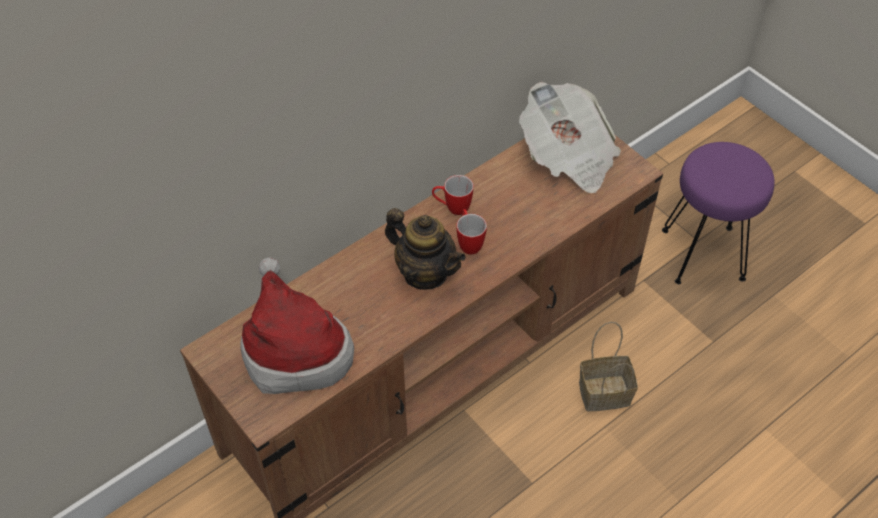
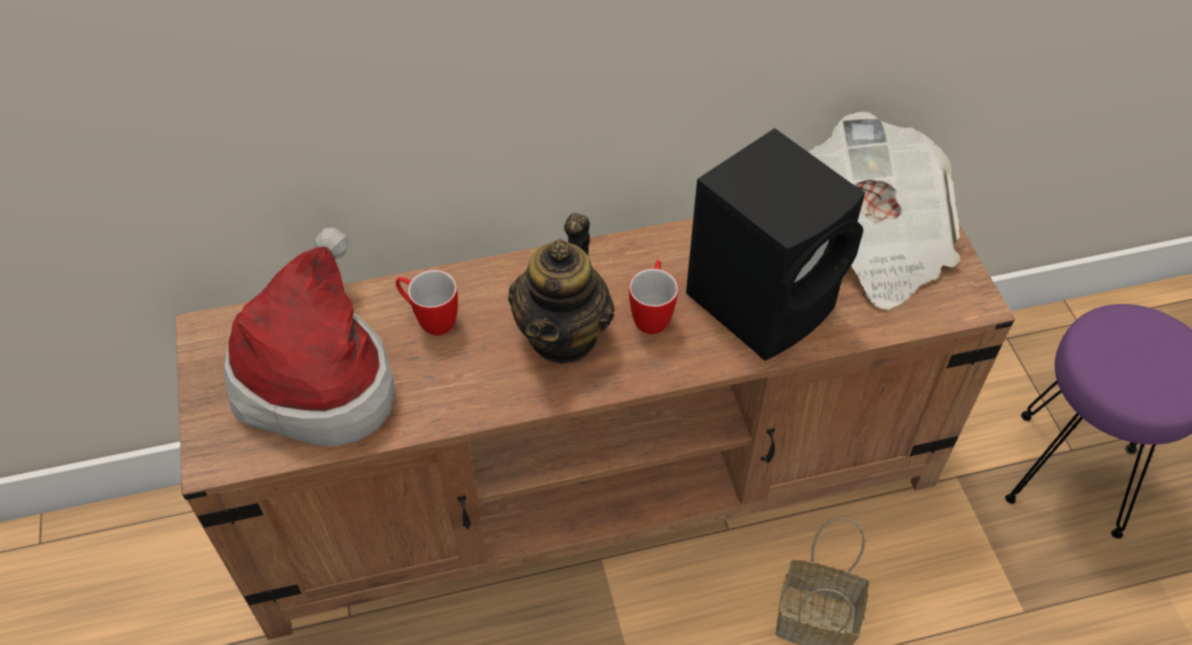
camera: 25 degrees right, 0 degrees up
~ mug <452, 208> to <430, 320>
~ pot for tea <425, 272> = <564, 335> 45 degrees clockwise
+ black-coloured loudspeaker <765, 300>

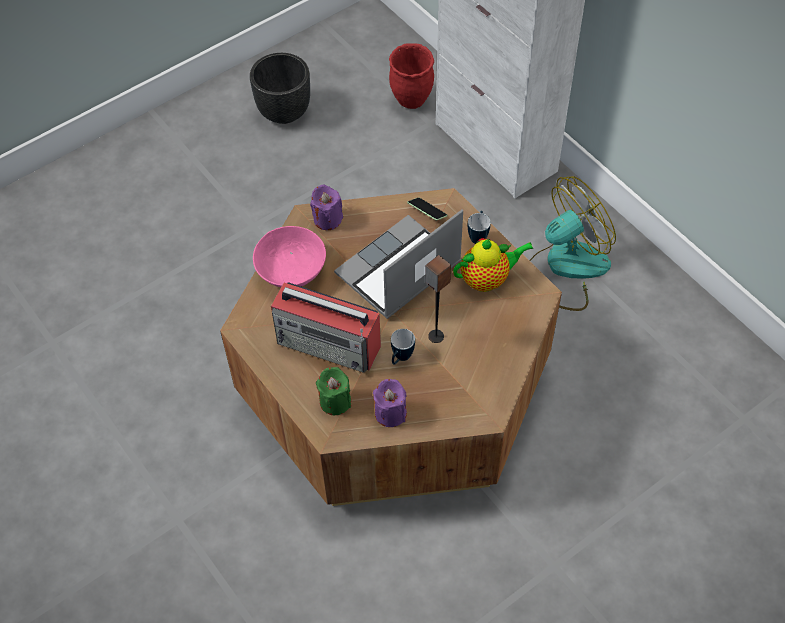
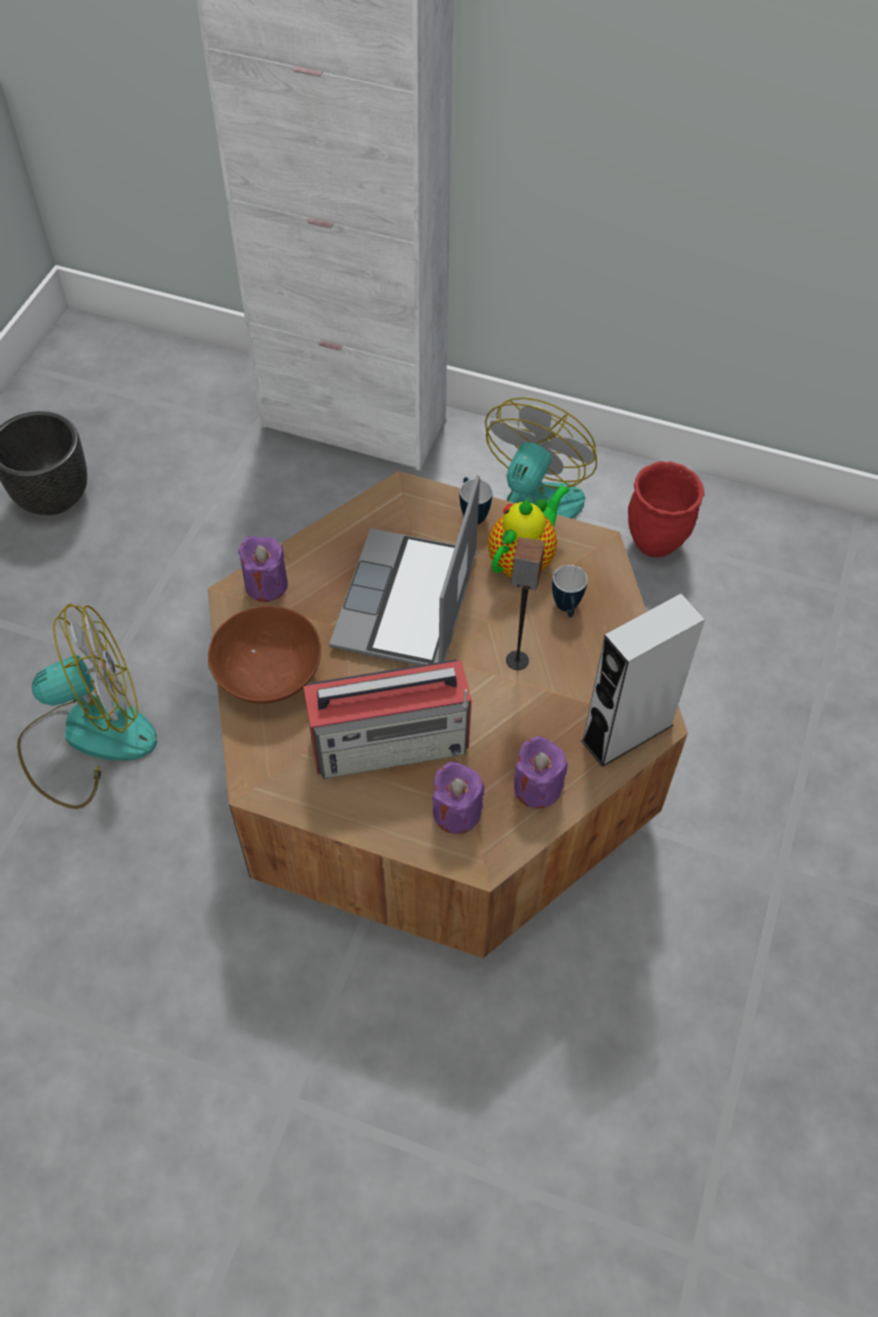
camera: 35 degrees left, 0 degrees up
+ electric fan <87, 737>
~ pinkish bowl <292, 271> to brown bowl <269, 674>
~ green-coloured candle <335, 401> to purplish candle <456, 812>
~ mug <400, 358> to <567, 609>
+ gray loudspeaker <627, 733>
~ red planter <410, 100> to <654, 544>
- telephone <427, 212>

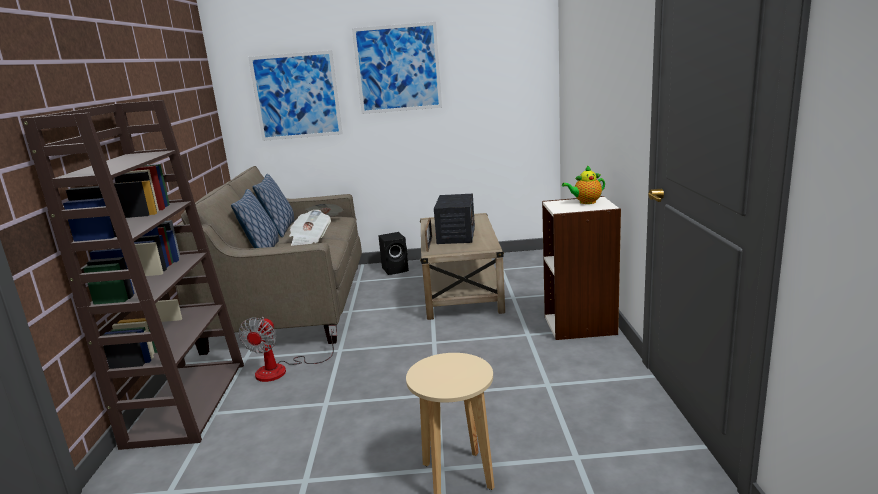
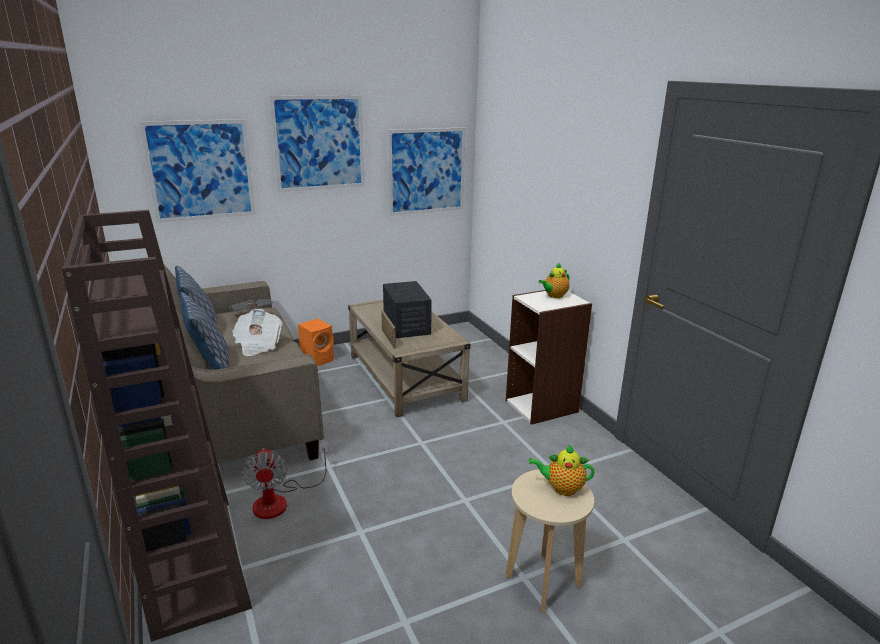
camera: 25 degrees left, 5 degrees up
~ black-coloured loudspeaker <396, 269> to orange-coloured loudspeaker <318, 359>
+ wall picture <427, 171>
+ pot for tea <561, 488>

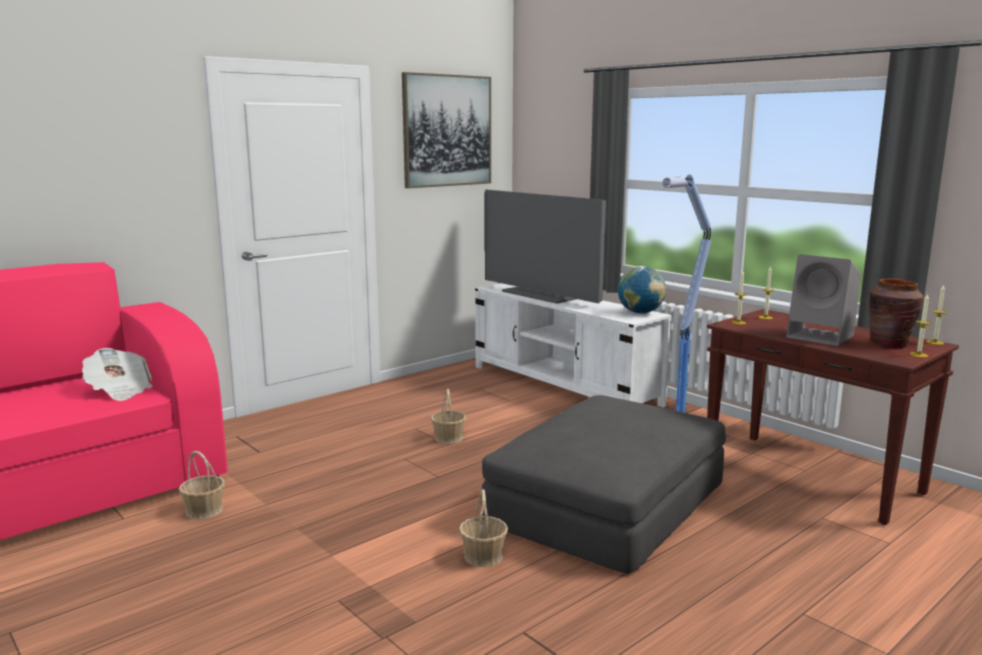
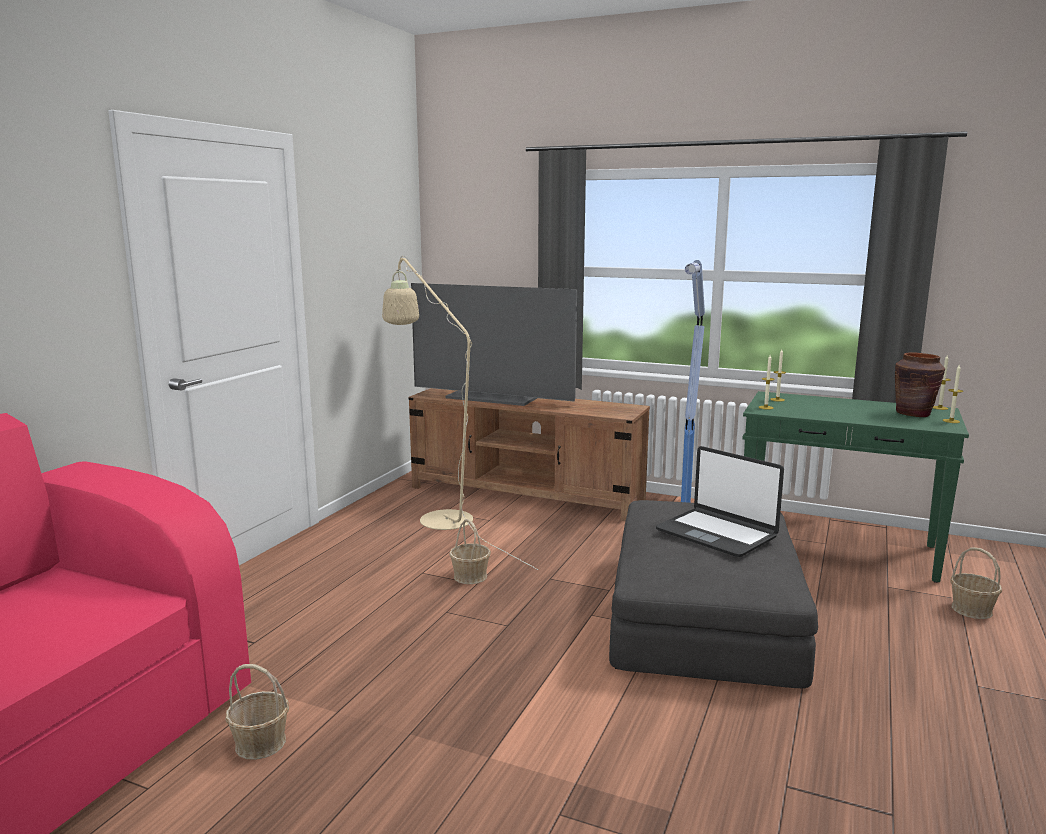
camera: 25 degrees left, 0 degrees up
+ sand-coloured standing lamp <438, 515>
~ white tv unit <564, 385> to brown tv unit <526, 494>
+ portable computer <717, 533>
~ brown narrow table <813, 477> to green-coloured narrow table <839, 549>
~ household basket <483, 556> to <971, 609>
- newspaper <119, 391>
- wall picture <447, 131>
- desk globe <640, 313>
- gray loudspeaker <822, 337>

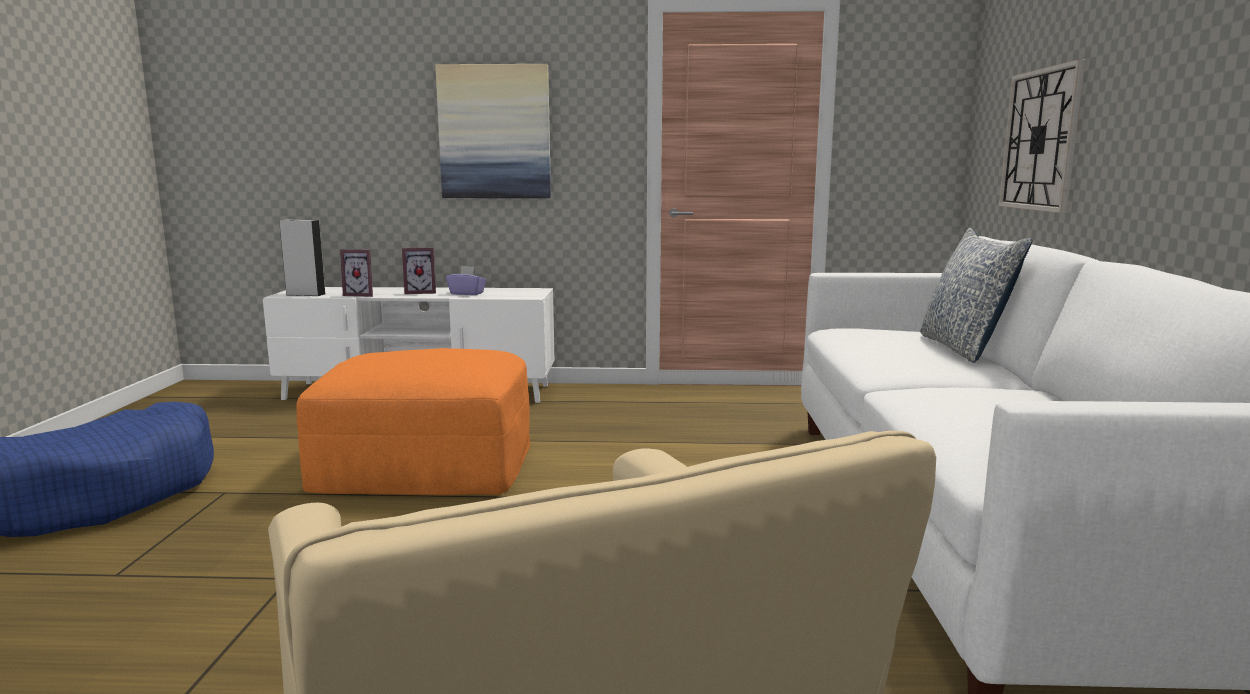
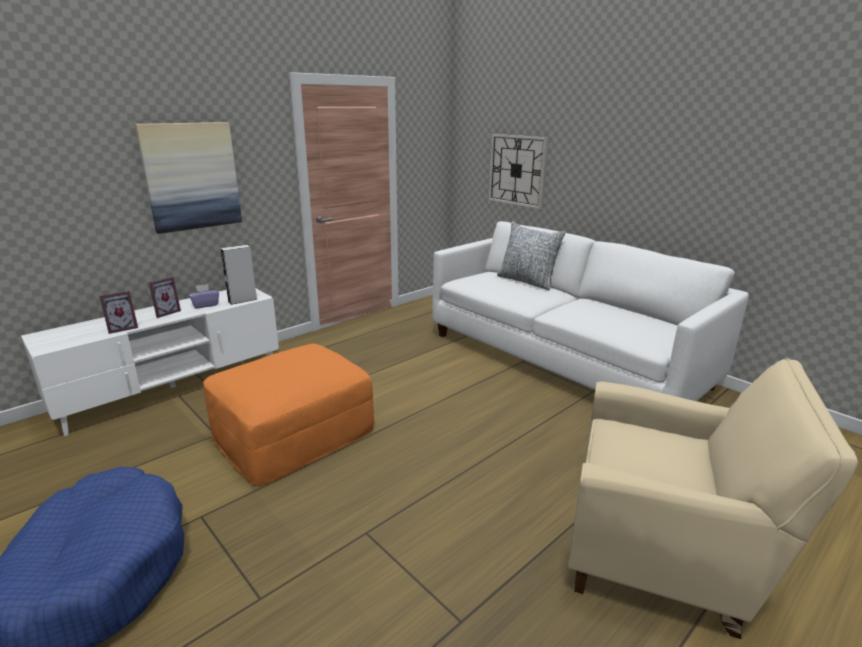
camera: 45 degrees left, 10 degrees up
~ gray loudspeaker <305, 294> to <242, 300>

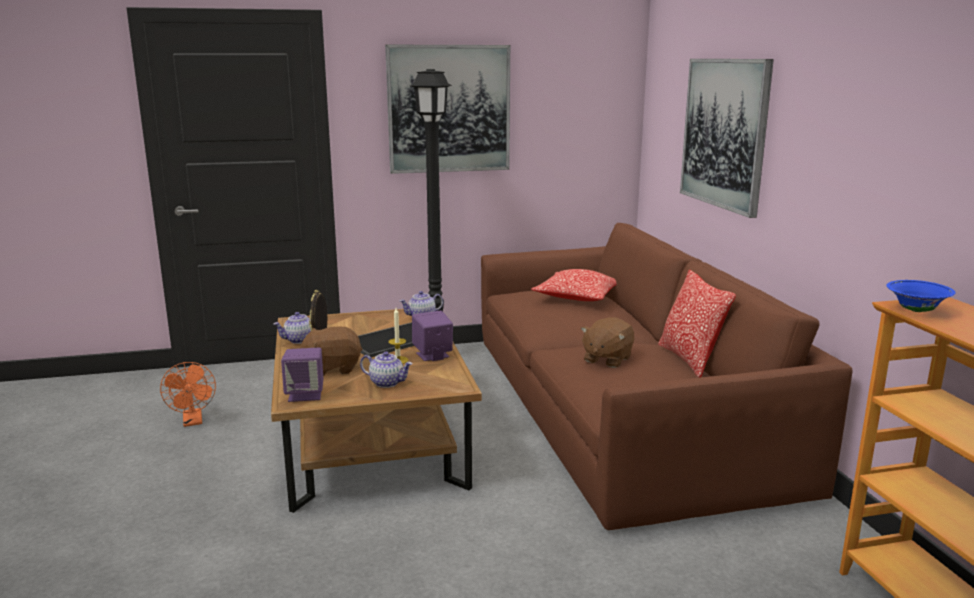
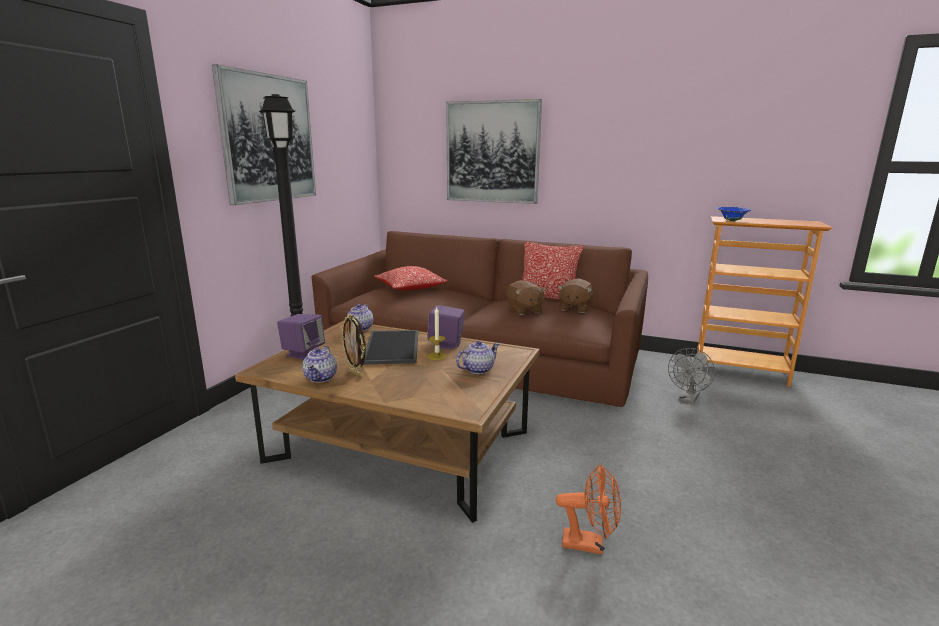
camera: 55 degrees left, 0 degrees up
~ purplish loudspeaker <305, 395> to <303, 353>
~ orange-coloured electric fan <193, 421> to <589, 544>
~ brown plush toy <332, 368> to <574, 308>
+ gray electric fan <688, 399>

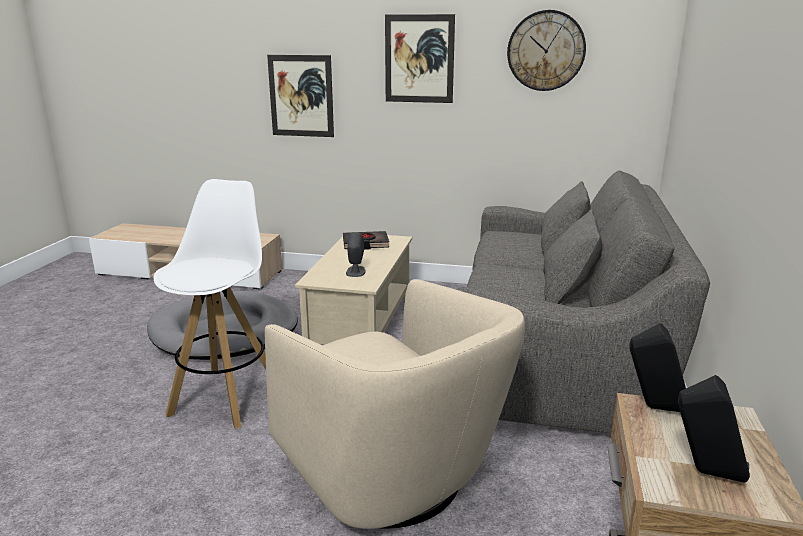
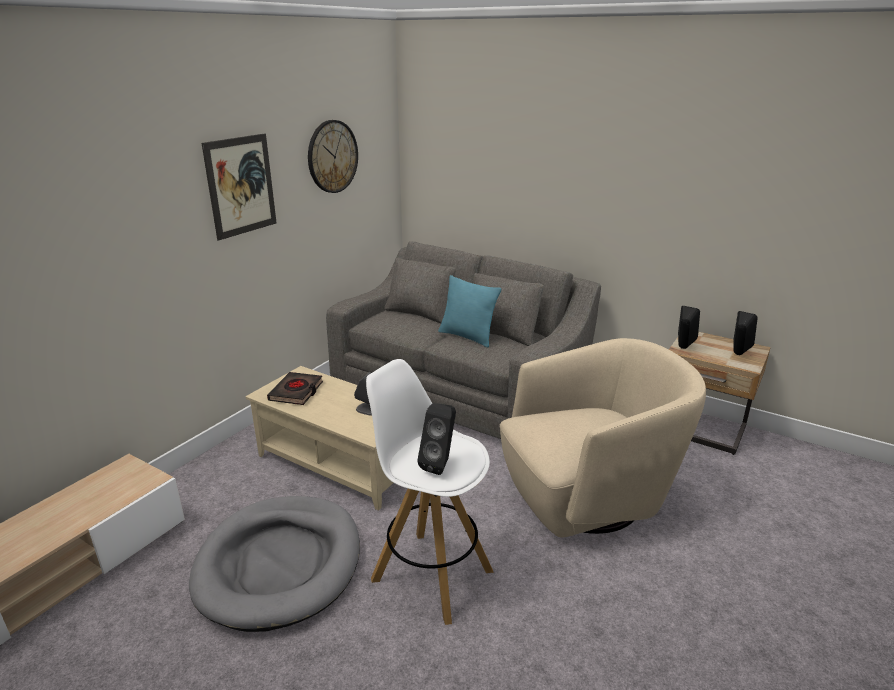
camera: 70 degrees left, 5 degrees up
+ black-coloured loudspeaker <440, 464>
+ turquoise throw pillow <467, 336>
- wall picture <301, 96>

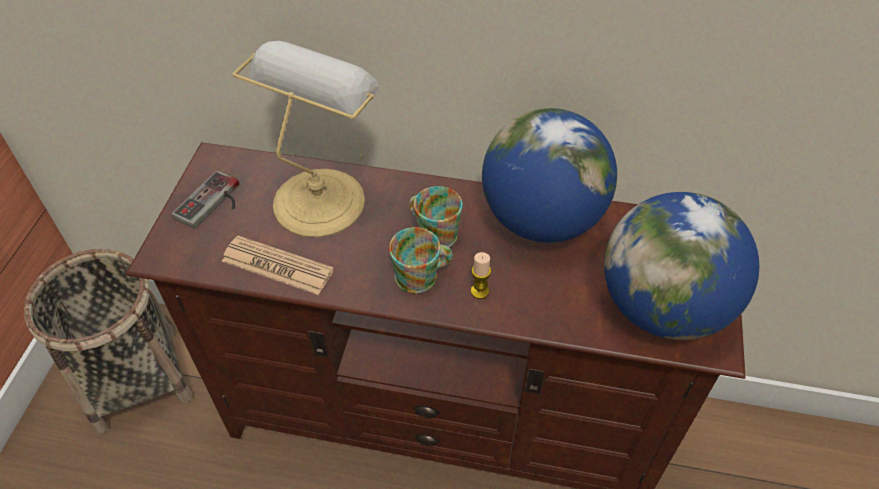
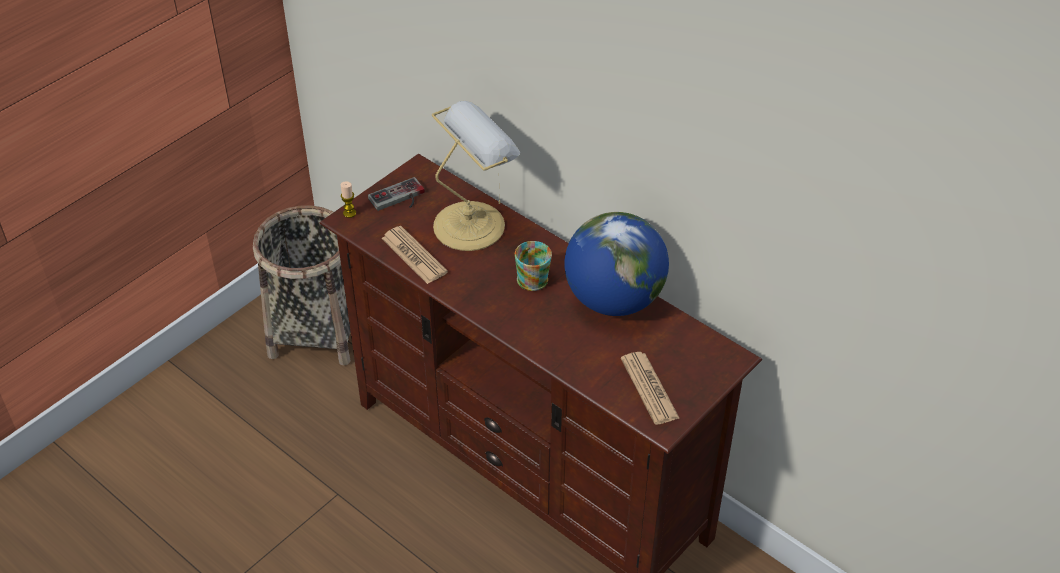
camera: 30 degrees right, 5 degrees down
~ candle <479, 291> to <349, 213>
~ desk globe <662, 307> to newspaper <649, 388>
- mug <422, 276>

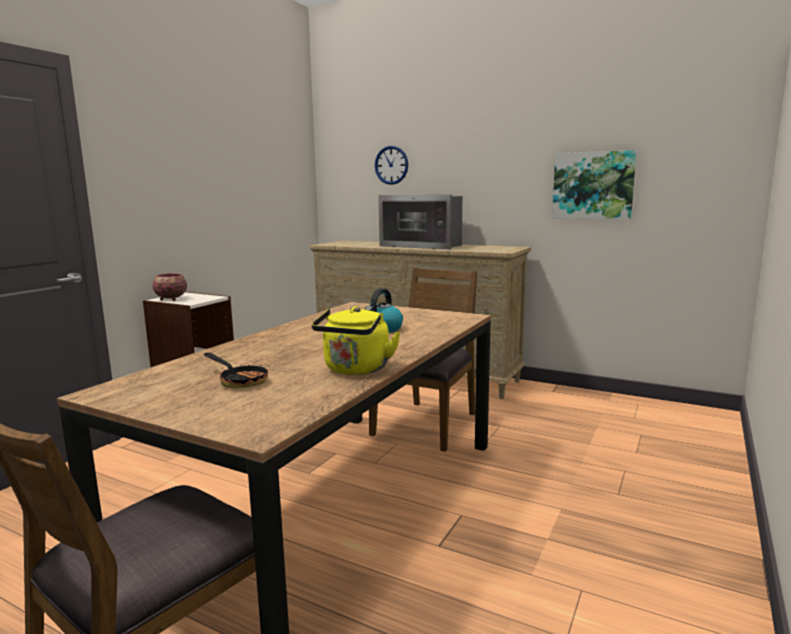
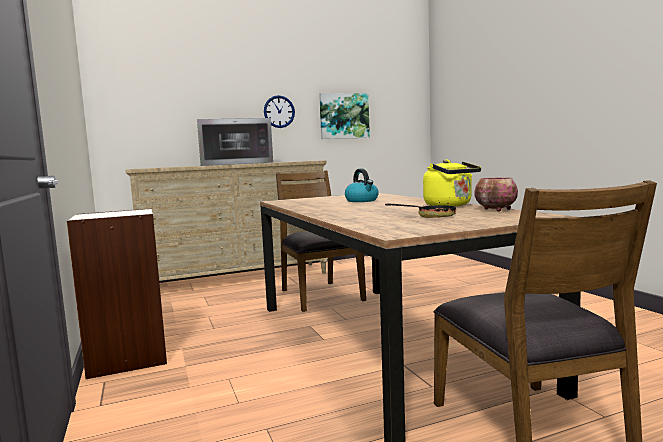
camera: 50 degrees left, 5 degrees down
~ wall clock <391, 165> to <279, 111>
~ bowl <170, 299> to <496, 210>

